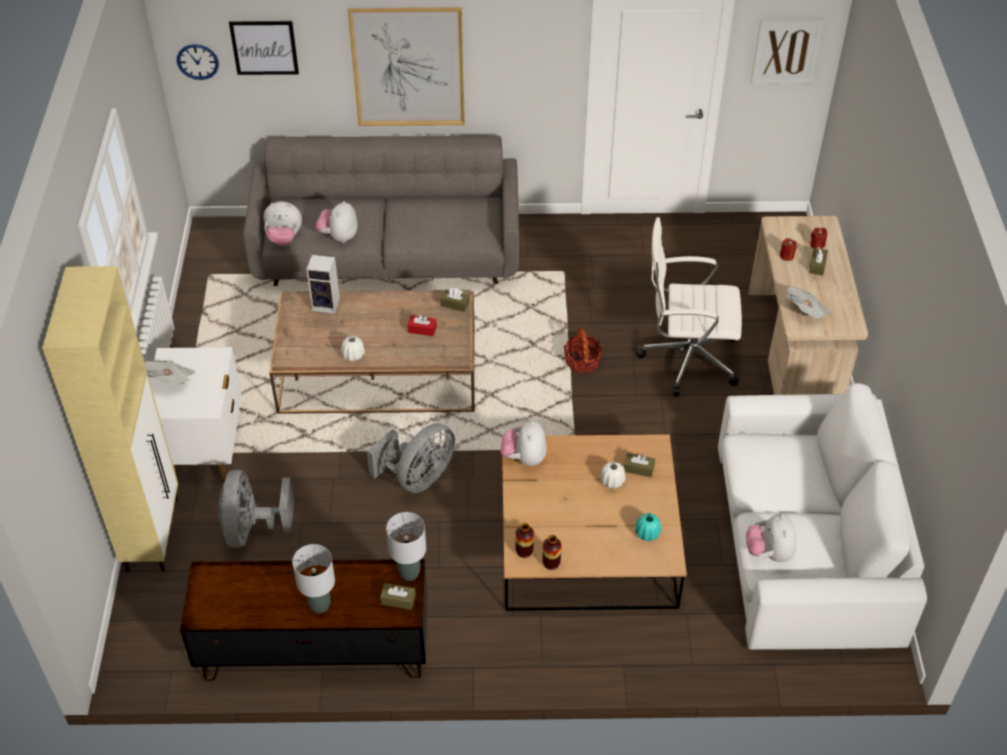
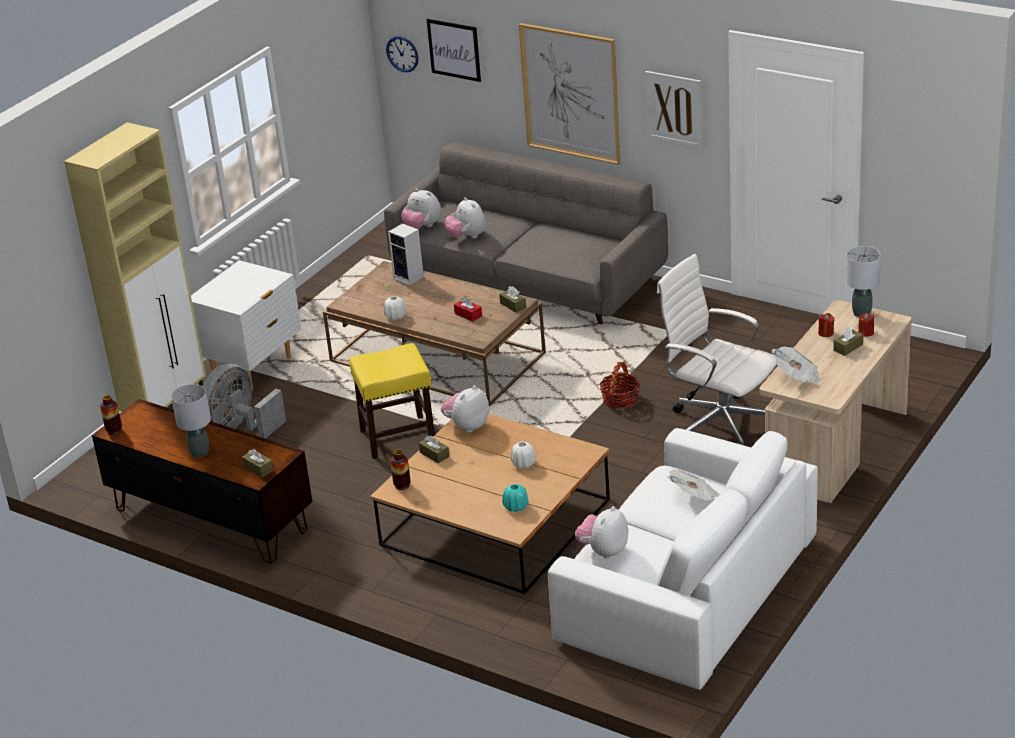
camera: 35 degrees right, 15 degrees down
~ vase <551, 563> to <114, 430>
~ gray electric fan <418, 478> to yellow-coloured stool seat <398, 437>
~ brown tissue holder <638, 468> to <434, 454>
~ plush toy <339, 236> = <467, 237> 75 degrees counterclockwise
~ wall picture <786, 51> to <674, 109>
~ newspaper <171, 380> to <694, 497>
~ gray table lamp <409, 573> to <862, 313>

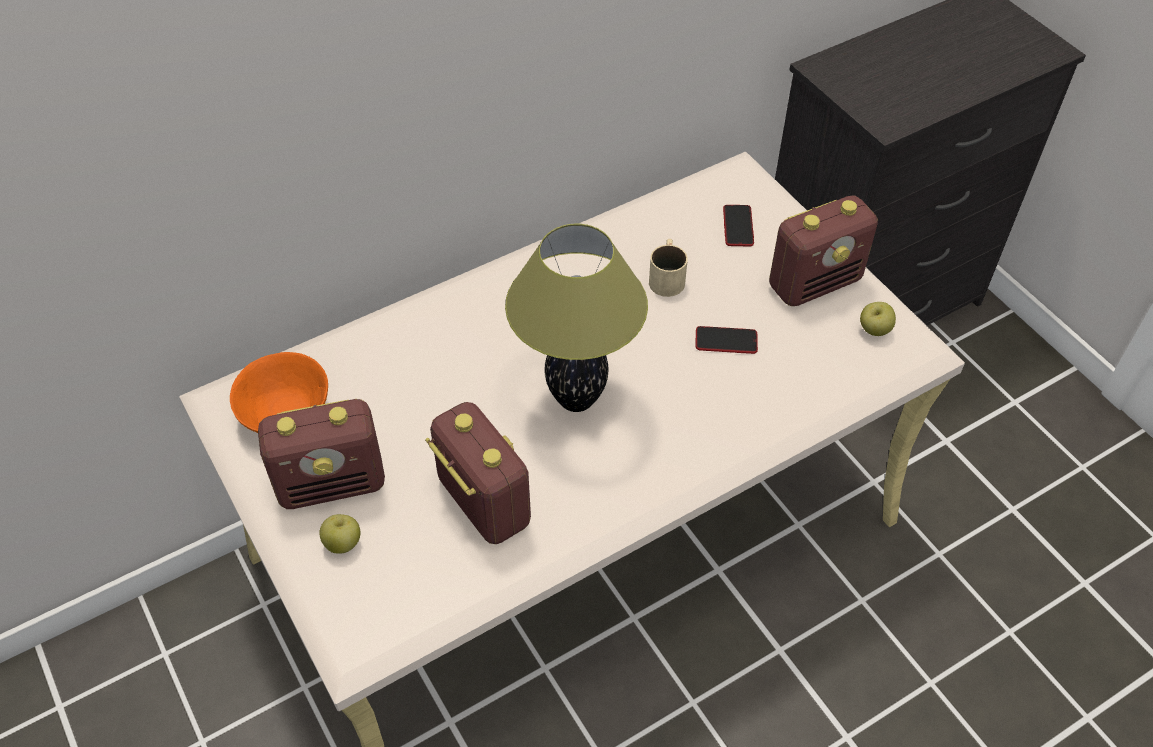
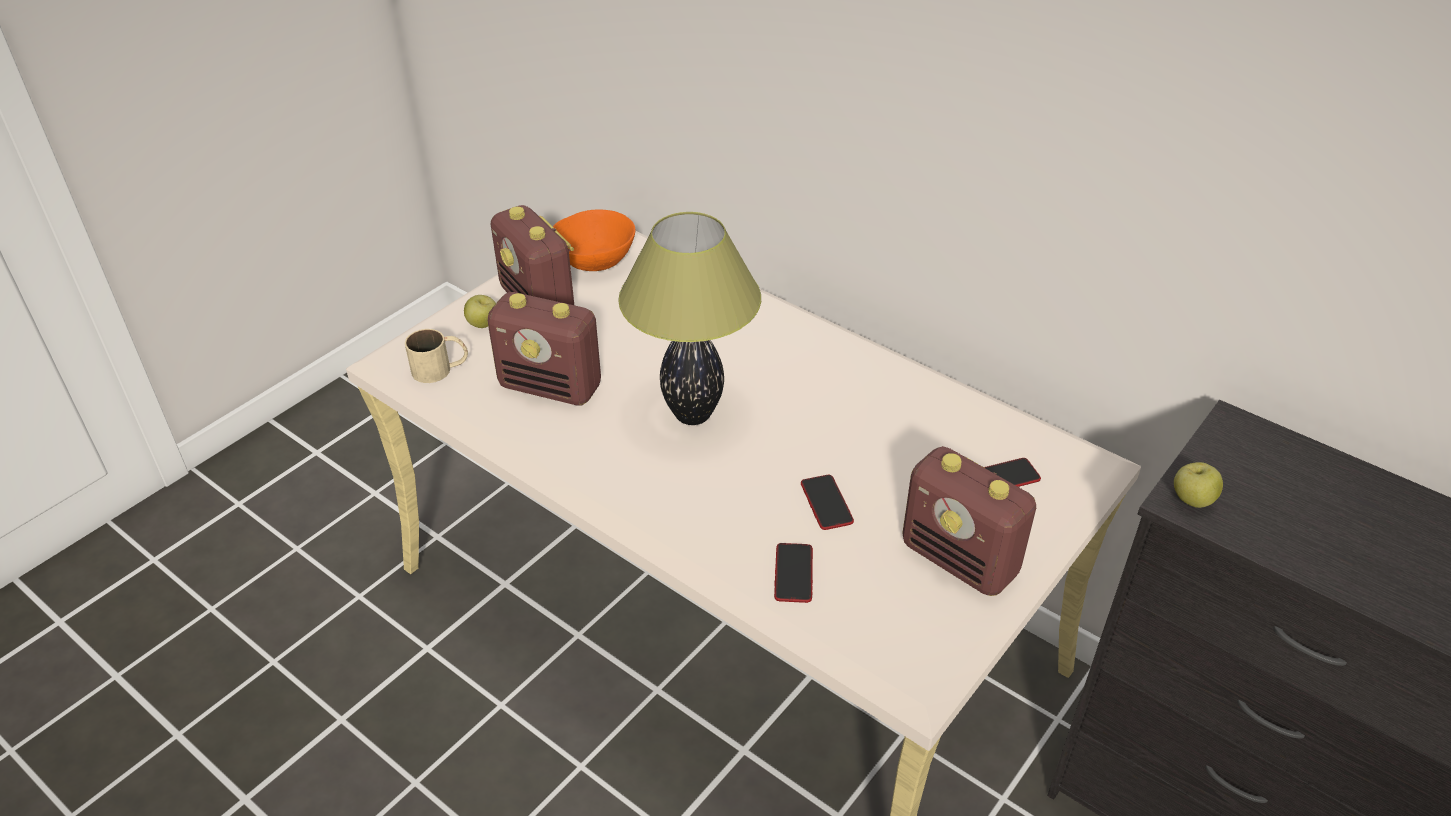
camera: 70 degrees right, 10 degrees down
~ sand-coloured mug <667, 276> to <441, 369>
~ radio set <483, 502> = <551, 387> 75 degrees clockwise
+ telephone <793, 573>
~ apple fruit <874, 330> to <1191, 500>

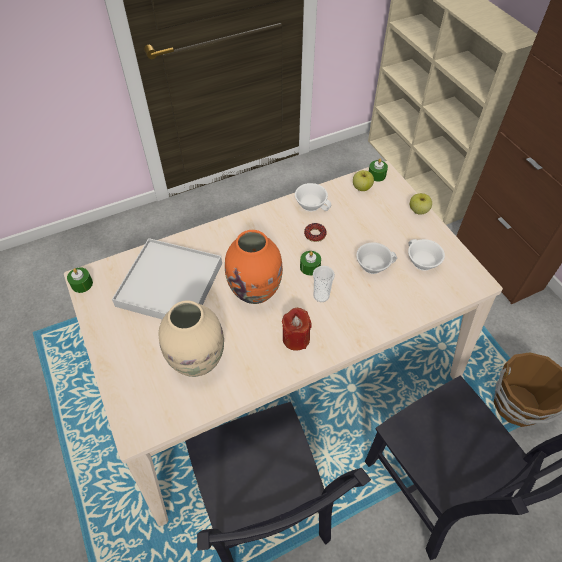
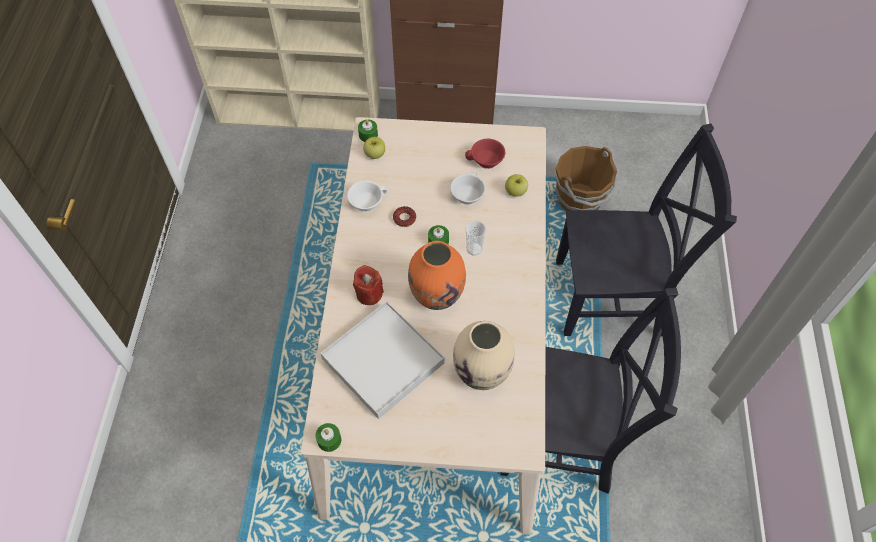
camera: 60 degrees left, 5 degrees up
~ red candle <296, 338> to <369, 294>
~ white small cup <421, 262> to red small cup <486, 162>
~ apple fruit <418, 211> to <515, 192>

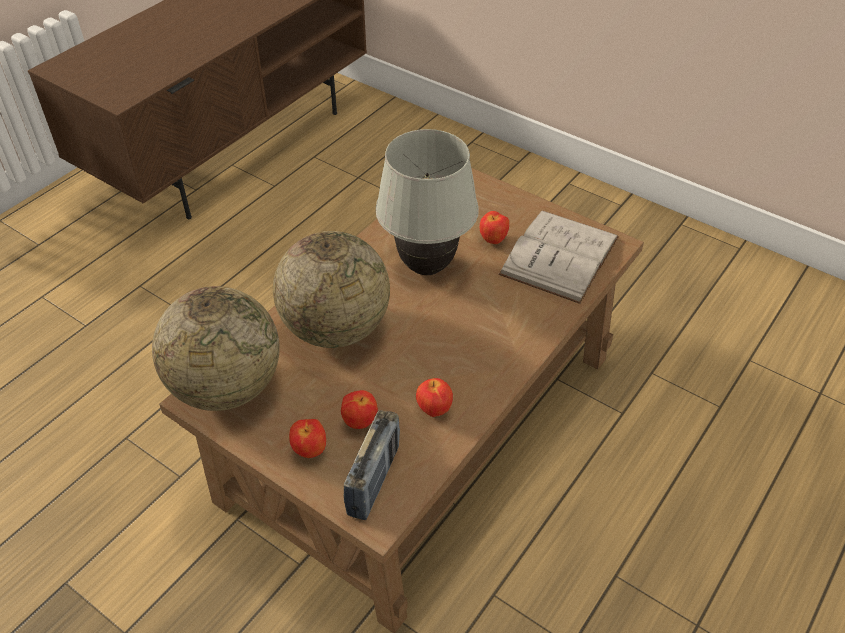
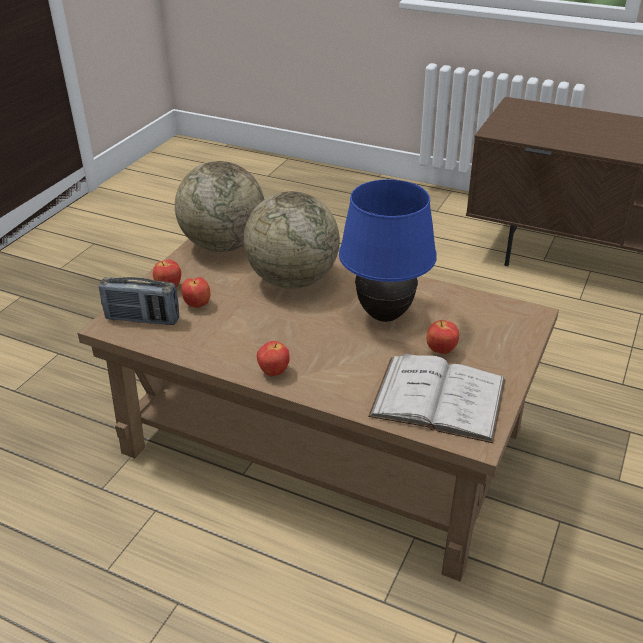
camera: 80 degrees right, 10 degrees down
~ apple fruit <433, 410> to <274, 372>
~ white table lamp <427, 266> to blue-coloured table lamp <385, 315>

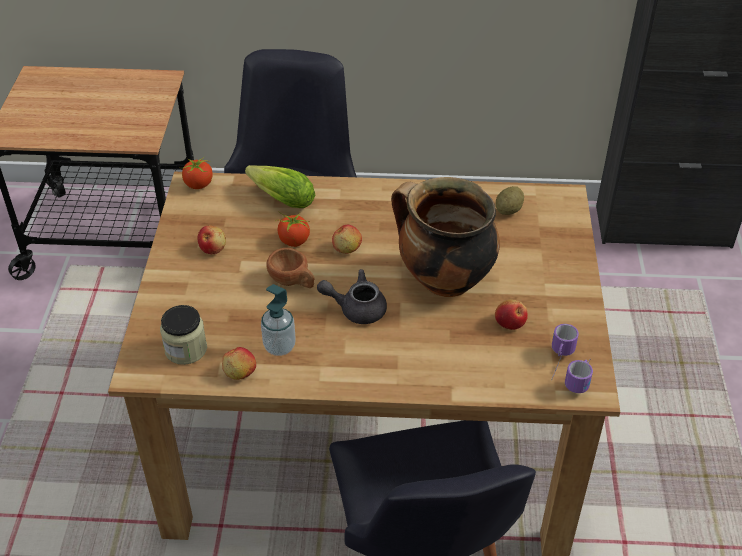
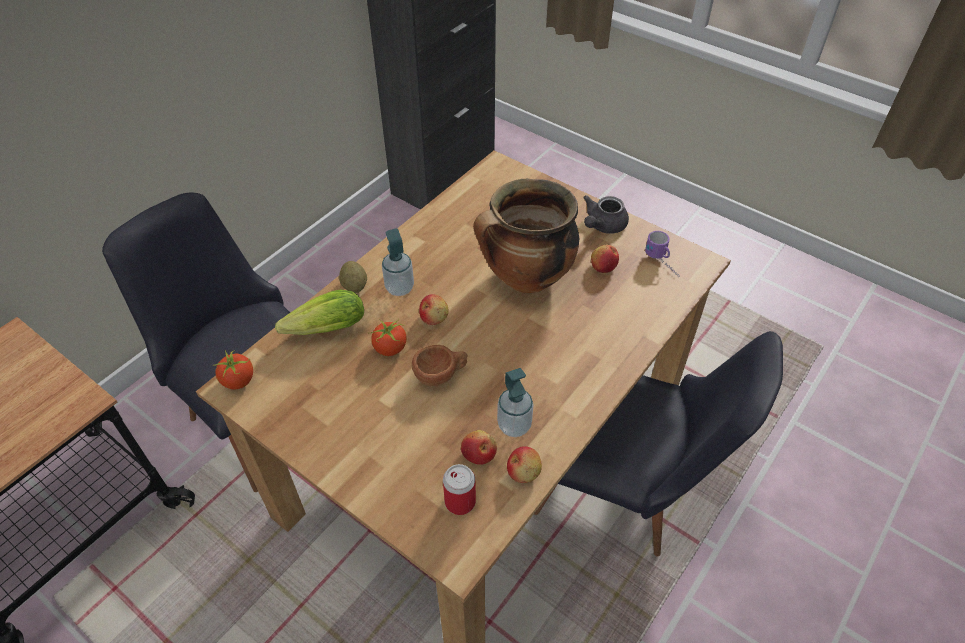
camera: 55 degrees left, 5 degrees up
~ potato <508, 210> to <354, 286>
+ liquid soap bottle <399, 288>
~ storage jar <186, 349> to sealed can <460, 501>
~ apple fruit <213, 248> to <479, 454>
~ gray pot for tea <356, 309> to <602, 226>
- mug <581, 379>

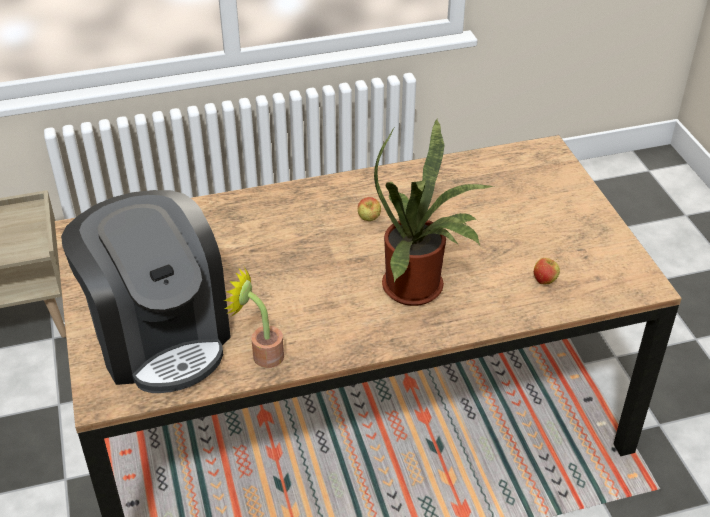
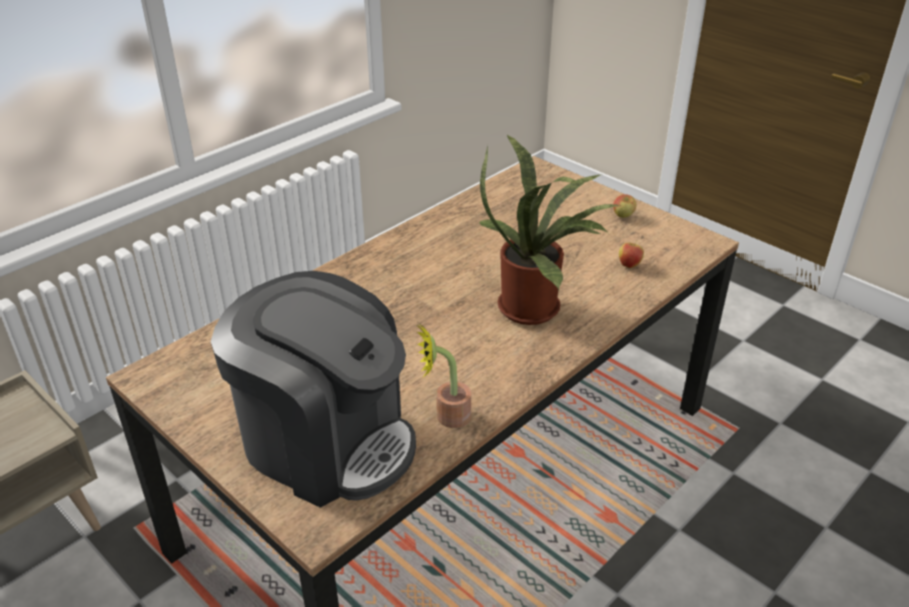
camera: 30 degrees left, 5 degrees down
~ apple fruit <369, 219> to <623, 216>

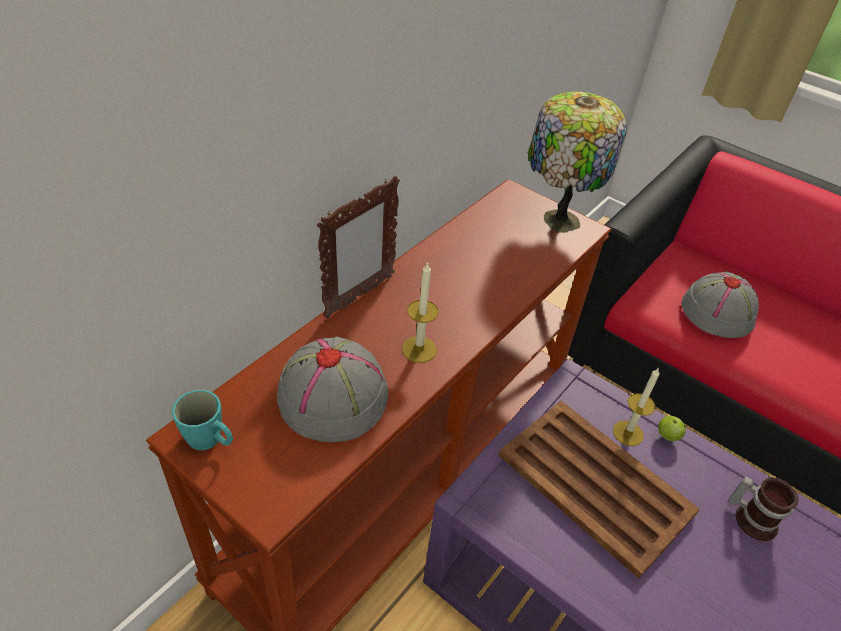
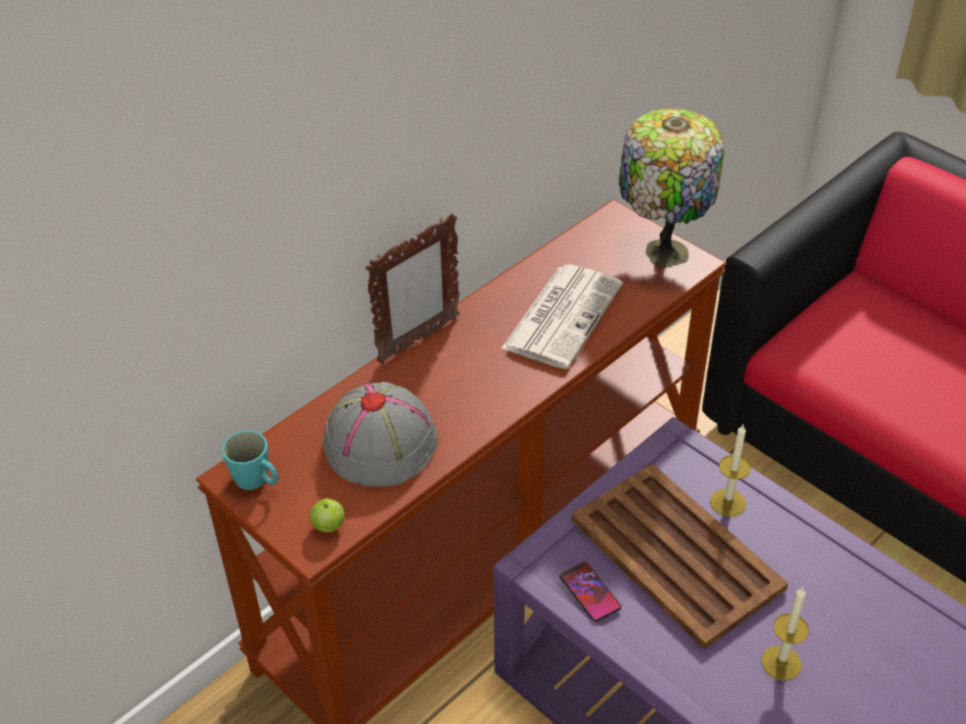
camera: 10 degrees right, 0 degrees up
~ apple fruit <667, 436> to <329, 526>
+ newspaper <562, 315>
+ telephone <589, 592>
~ candle <419, 349> to <781, 663>
- gray clothing hat <718, 311>
- mug <752, 517>

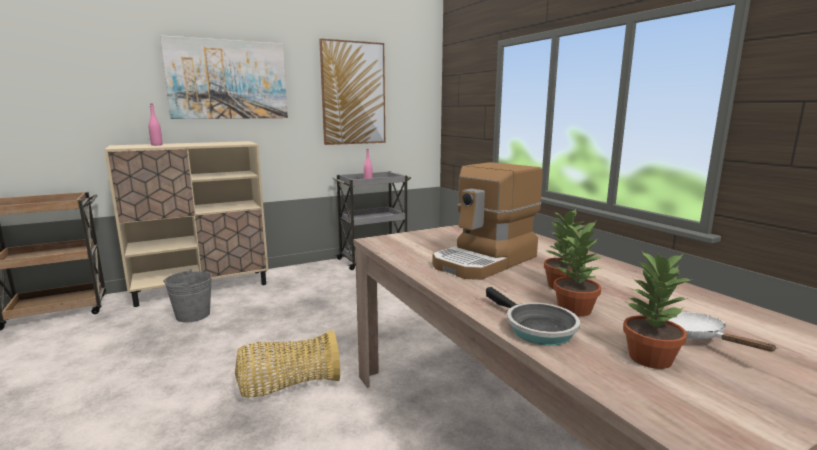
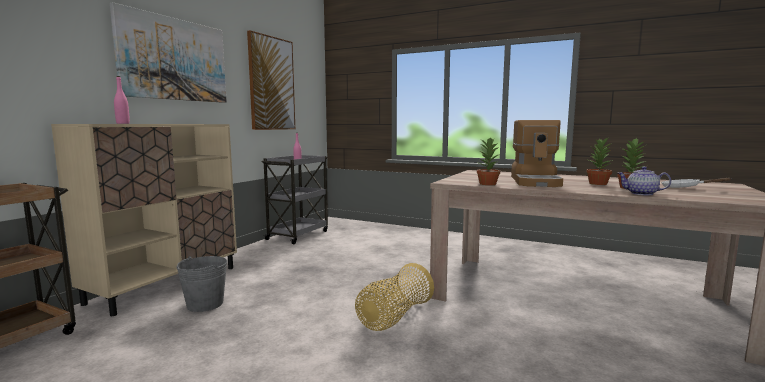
camera: 35 degrees left, 5 degrees down
~ houseplant <648, 358> to <487, 184>
~ pan <535, 328> to pot for tea <641, 193>

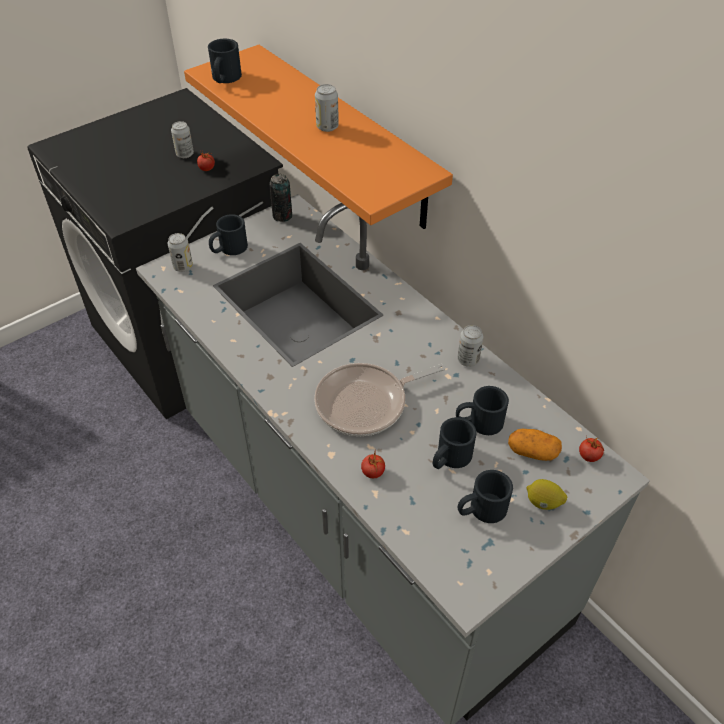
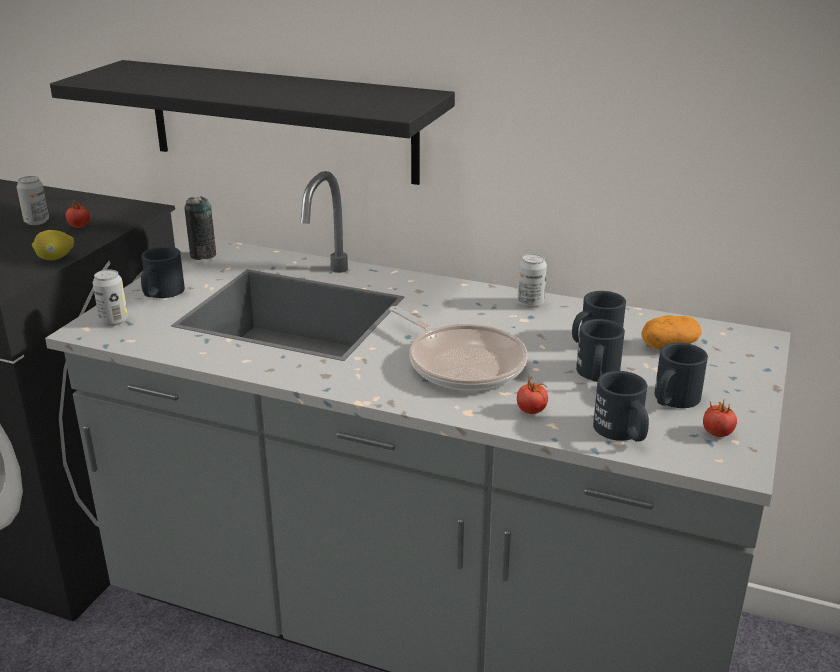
camera: 30 degrees left, 20 degrees down
~ lemon <543, 503> to <55, 259>
~ orange-coloured wall shelf <346, 137> to black-coloured wall shelf <281, 121>
~ pan <366, 403> = <462, 363> 75 degrees counterclockwise
~ black-coloured mug <225, 79> to <623, 433>
~ fresh tomato <589, 456> to <717, 433>
- sealed can <327, 127>

